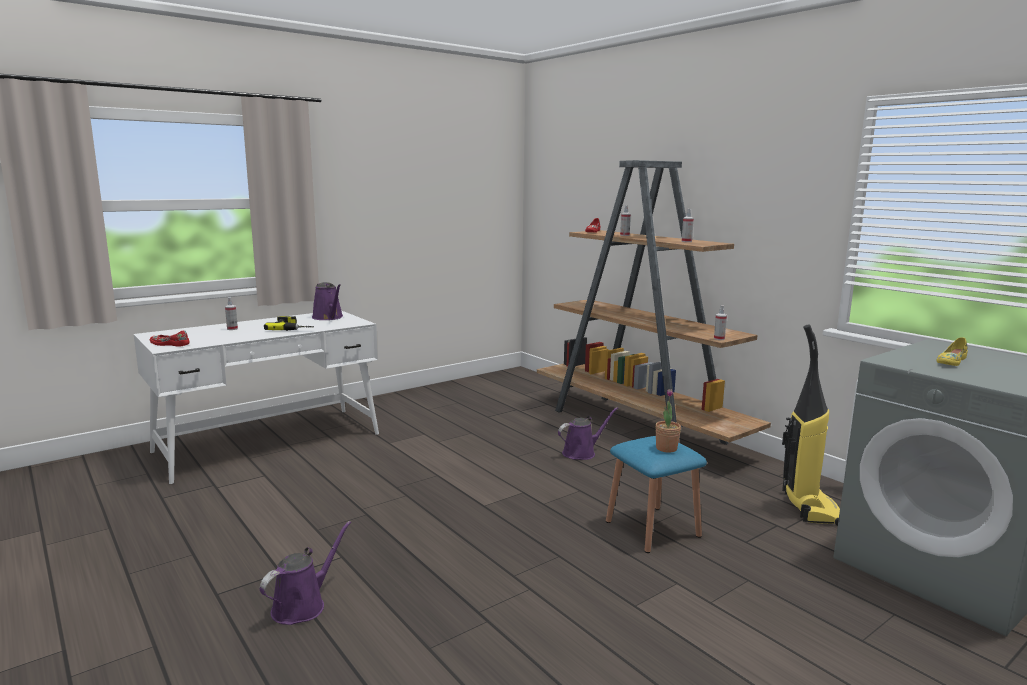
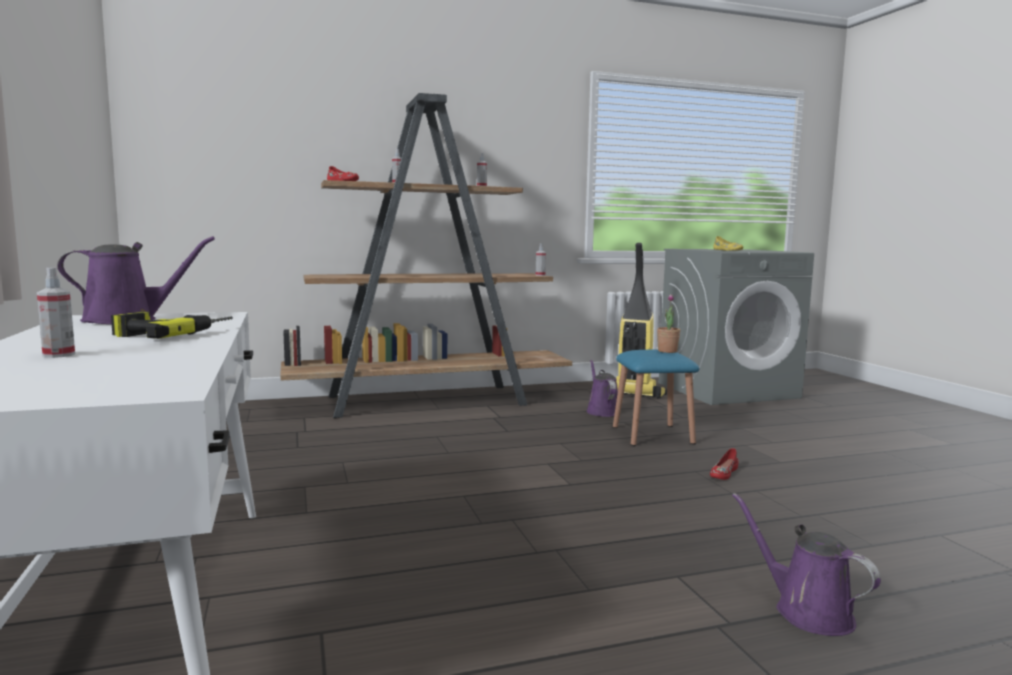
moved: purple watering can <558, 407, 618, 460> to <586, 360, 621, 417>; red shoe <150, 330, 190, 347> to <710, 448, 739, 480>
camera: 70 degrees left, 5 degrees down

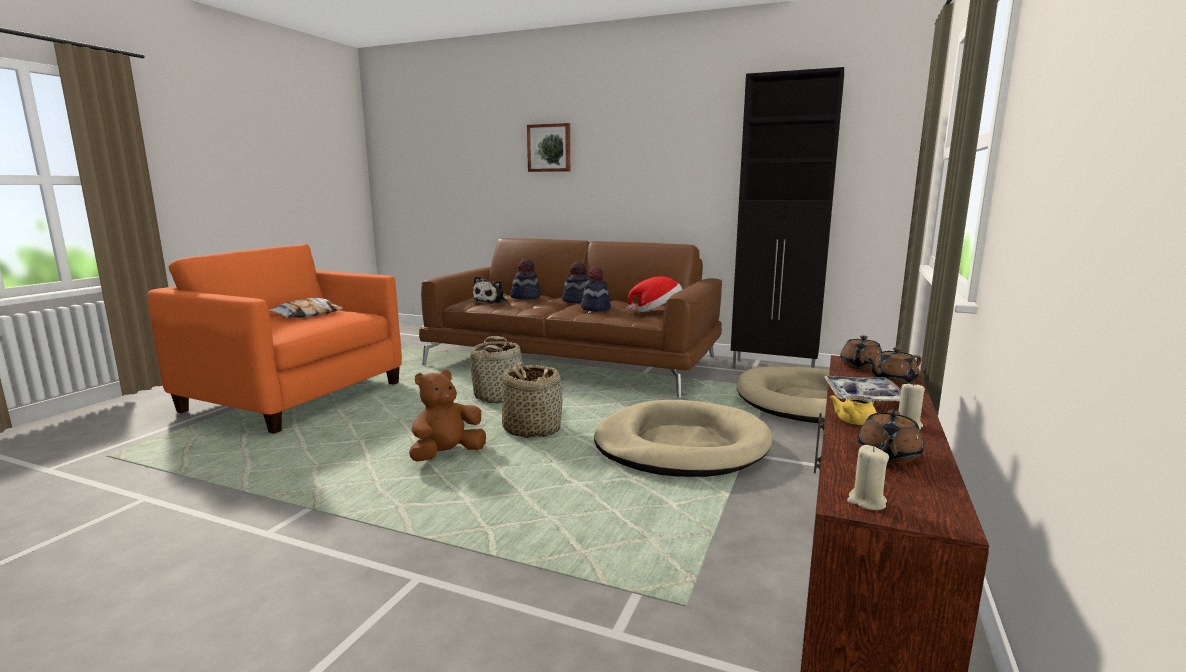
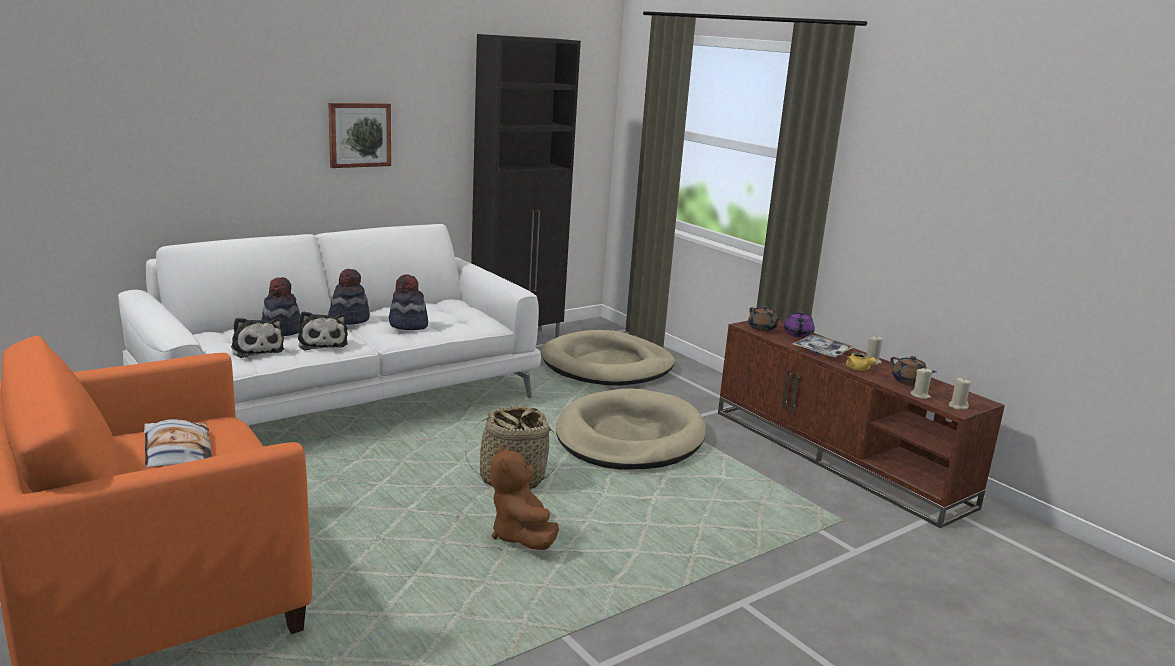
removed: basket <470, 336, 522, 403>; hat <628, 276, 683, 312>
added: plush toy <298, 311, 348, 350>; beige candle <910, 368, 933, 399>
moved: picture <527, 123, 570, 172> to <329, 103, 391, 168>
recoloured: brown sofa <419, 238, 722, 398> to white sofa <118, 224, 541, 426>; brown teapot <867, 348, 922, 385> to purple teapot <784, 311, 815, 337>
camera: 60 degrees left, 5 degrees up

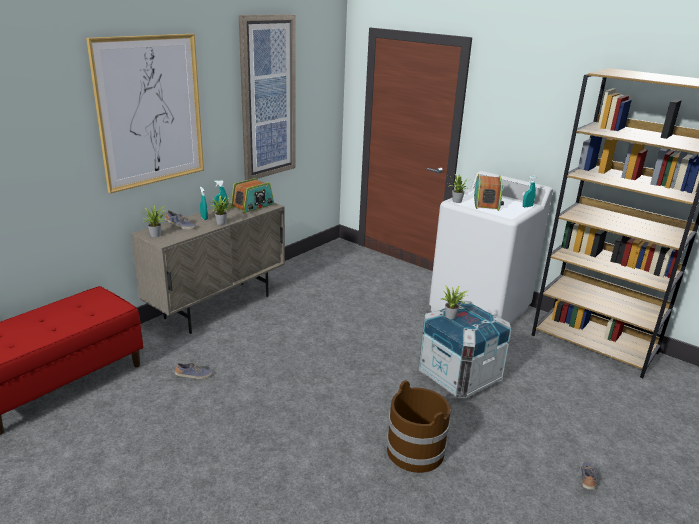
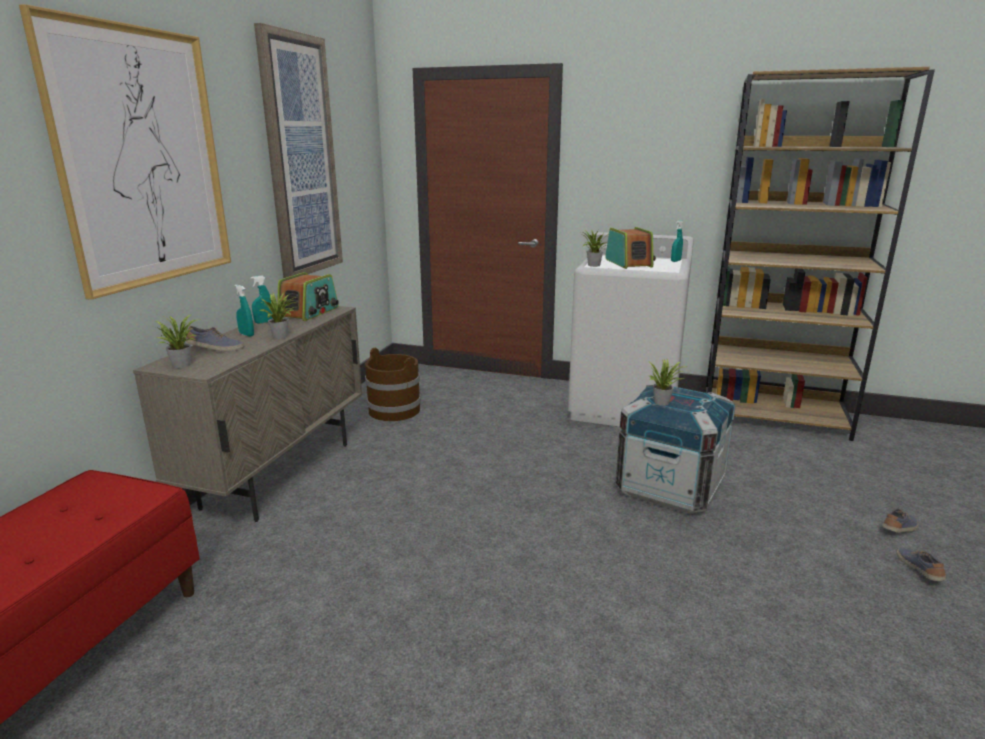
moved: brown bucket <387, 380, 450, 473> to <365, 348, 421, 421>; shoe <175, 363, 213, 379> to <883, 509, 919, 533>
camera: 20 degrees left, 5 degrees down

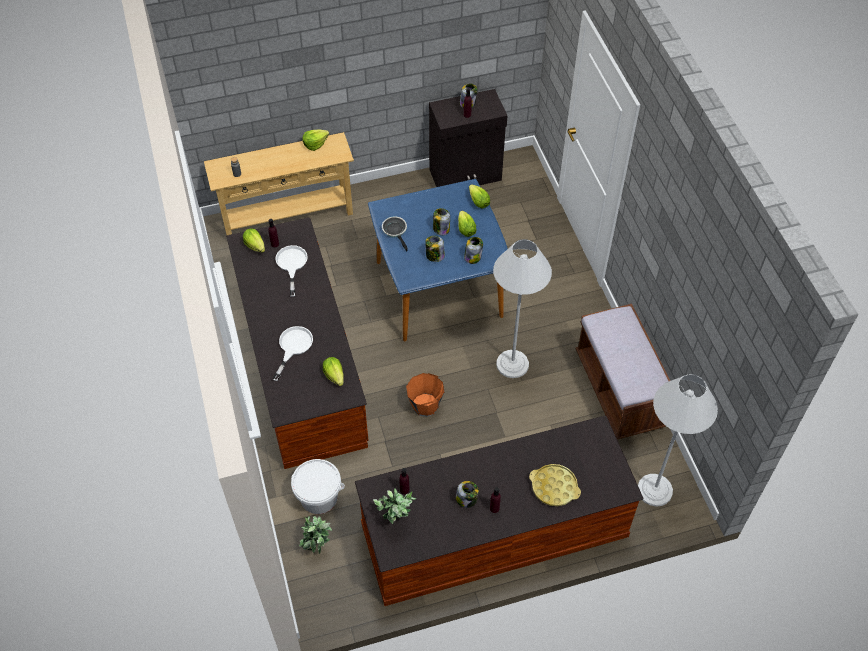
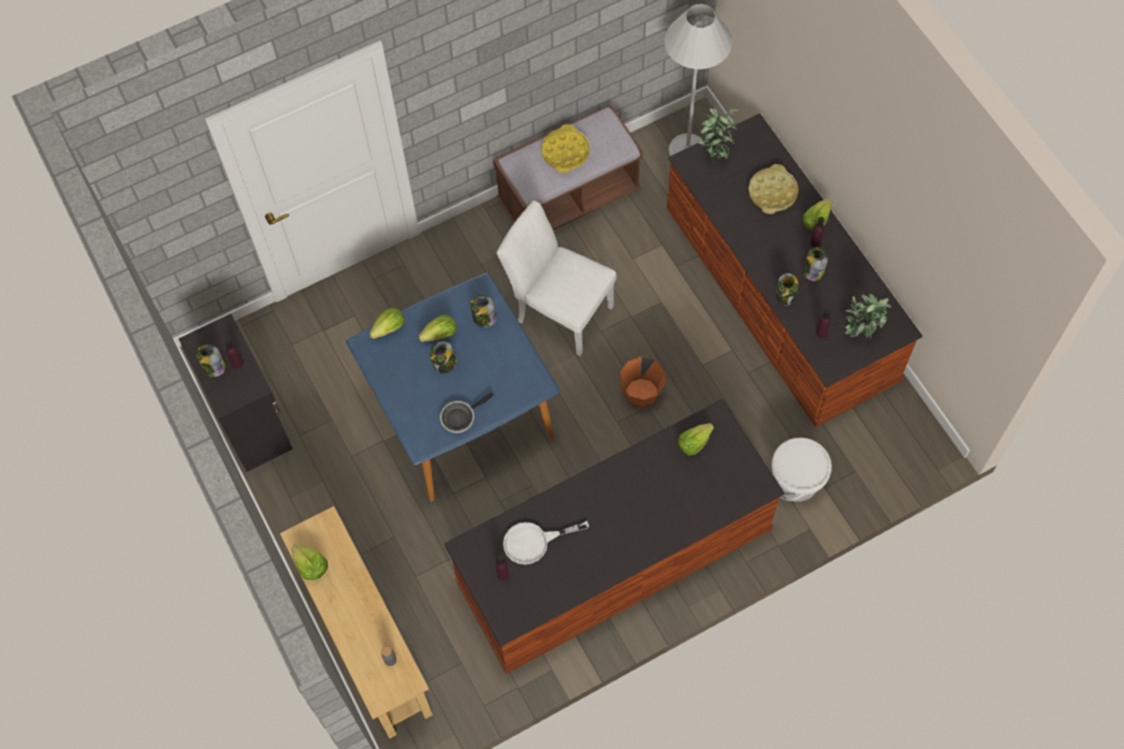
removed: white frying pan <272, 326, 313, 381>
added: yellow tray <541, 124, 590, 173>
moved: potted plant <299, 516, 332, 554> to <699, 108, 739, 164>; jar <425, 236, 445, 262> to <776, 273, 798, 306>; lettuce <243, 229, 265, 253> to <803, 199, 832, 231>
replaced: white floor lamp <493, 239, 552, 378> to white chair <497, 200, 616, 356>
camera: 100 degrees left, 10 degrees up

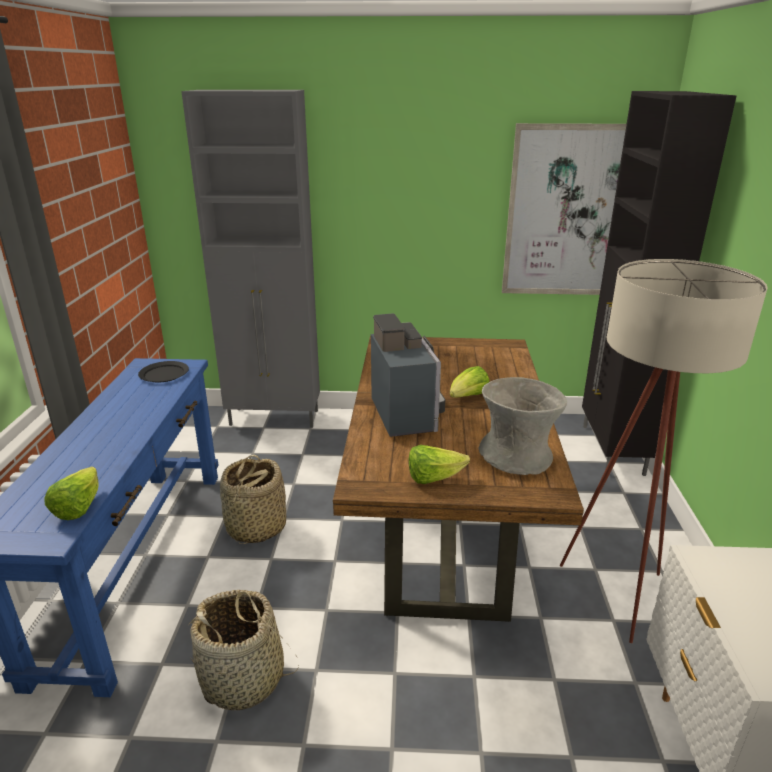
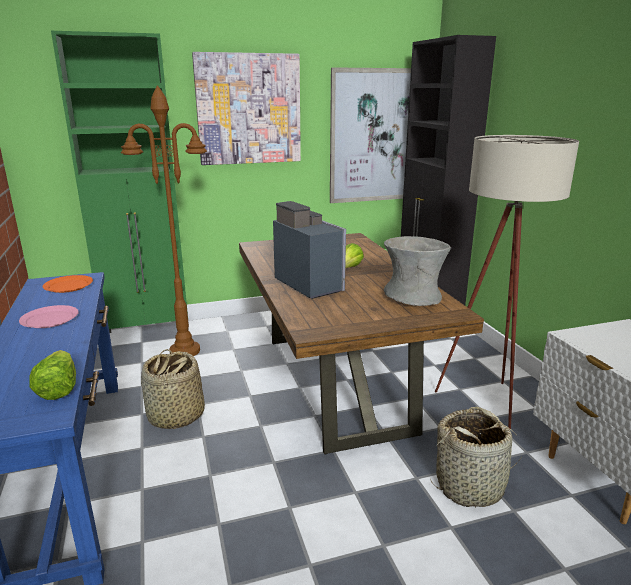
removed: lettuce <408, 445, 470, 484>
added: pink plate <19, 305, 79, 328>; brown floor lamp <121, 85, 207, 356>; picture <192, 52, 301, 165>
moved: basket <188, 590, 299, 710> to <430, 407, 522, 507>
recoloured: black plate <138, 361, 189, 382> to orange plate <43, 275, 93, 293>; grey cabinet <181, 90, 320, 428> to green cabinet <51, 31, 188, 333>
camera: 20 degrees left, 5 degrees down

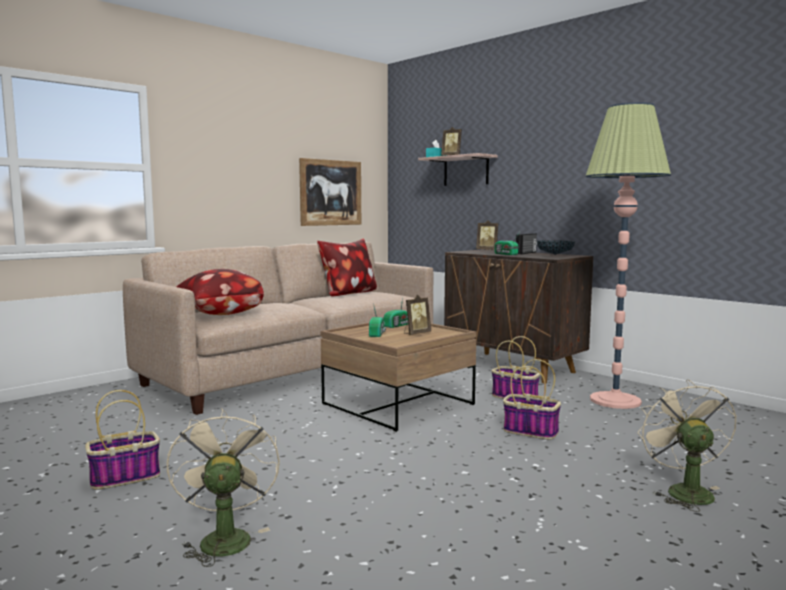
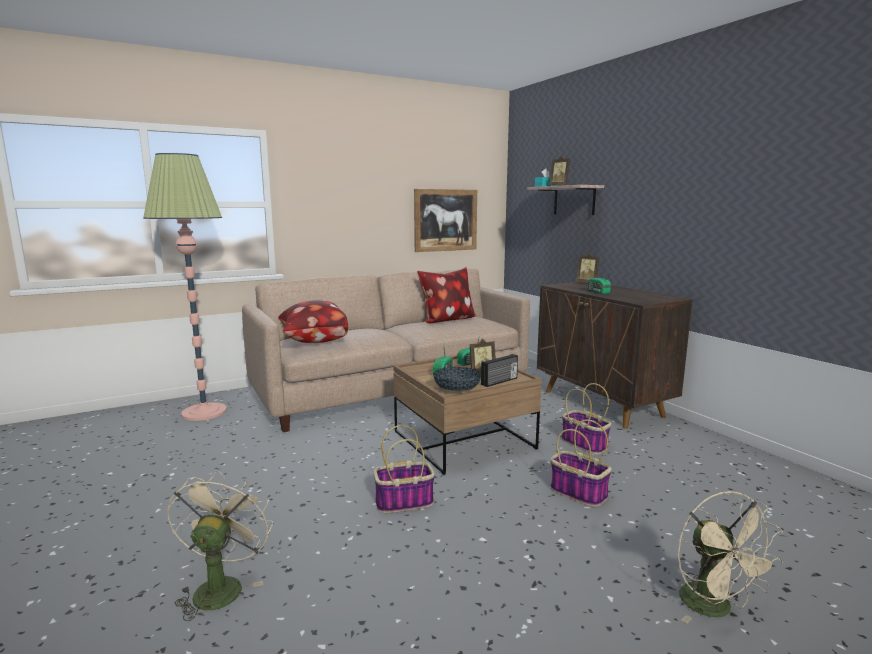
moved: floor lamp <585, 103, 671, 409> to <143, 153, 227, 421>; basket <85, 390, 160, 490> to <373, 425, 435, 513>; bowl <536, 240, 575, 255> to <433, 367, 481, 391>; radio <516, 233, 537, 254> to <481, 354, 518, 387>
turned: beige fan <638, 379, 736, 512> = <678, 491, 783, 623> 150 degrees clockwise
camera: 15 degrees right, 5 degrees up

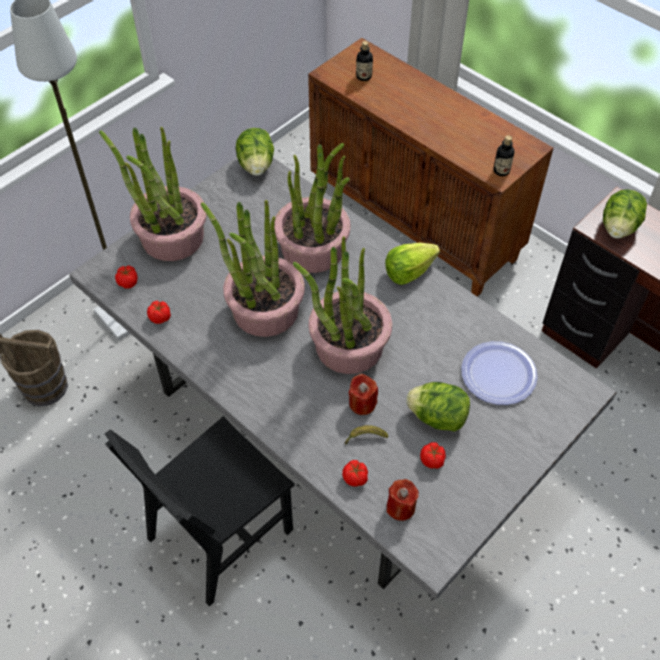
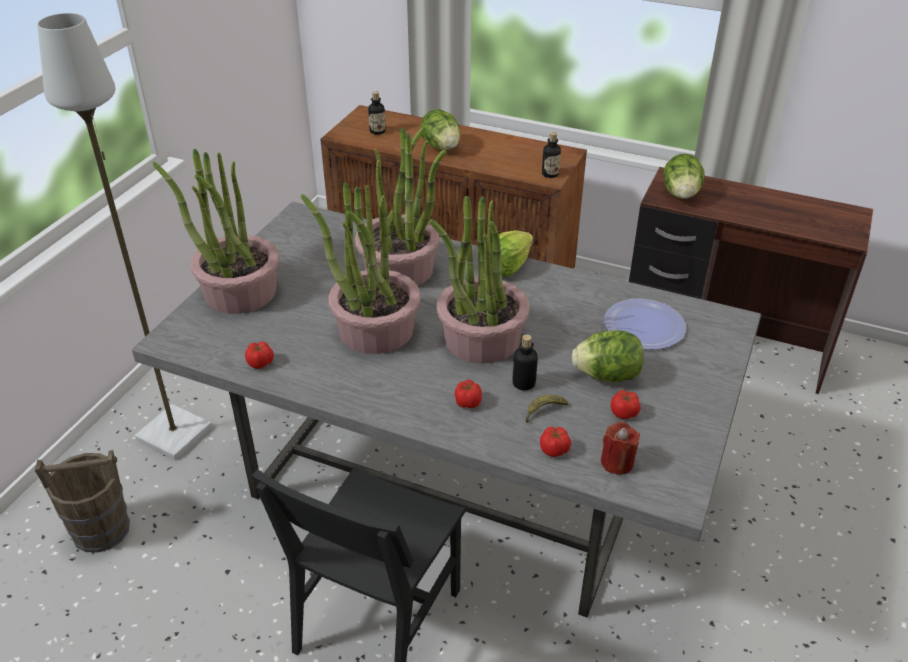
moved: lettuce <236, 128, 274, 176> to <420, 109, 460, 150>; tomato <115, 266, 138, 289> to <455, 380, 482, 408>
replaced: red candle <349, 374, 378, 415> to bottle <513, 334, 538, 391>
camera: 20 degrees left, 15 degrees down

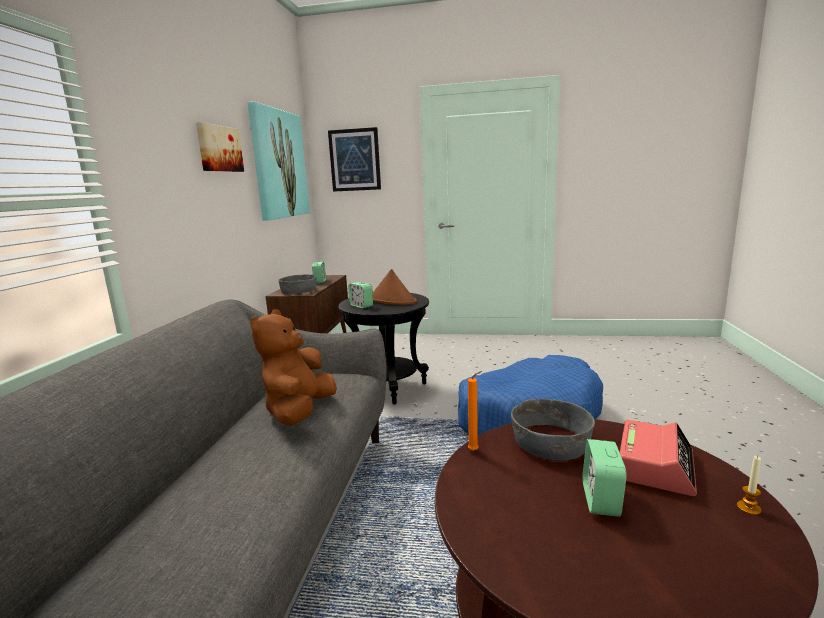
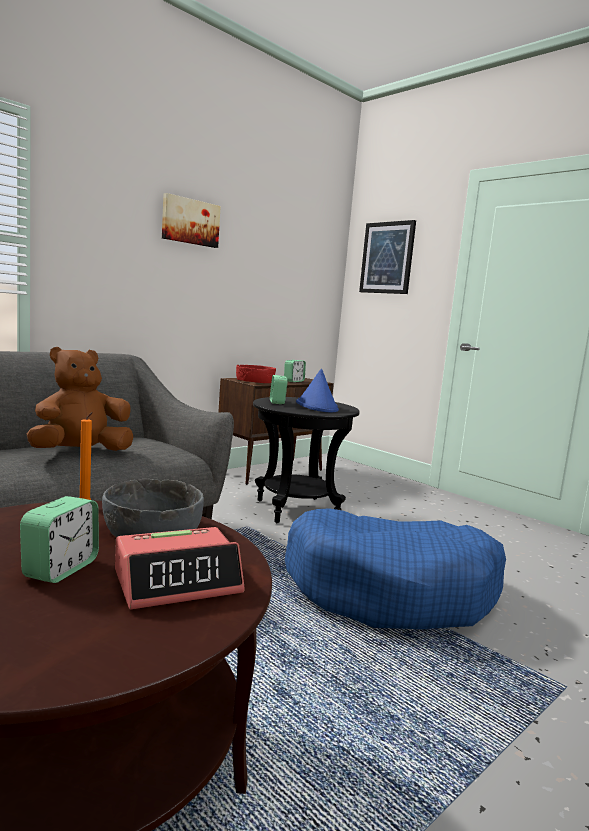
removed: picture <248, 101, 310, 221>; candle <737, 456, 761, 515>
recoloured: grey bowl <279, 274, 317, 294> to red bowl <236, 365, 276, 383>; brown hat <373, 269, 417, 305> to blue hat <296, 369, 339, 412>
turned: alarm clock <583, 439, 627, 517> = <20, 496, 99, 583> 150 degrees clockwise
camera: 35 degrees right, 5 degrees down

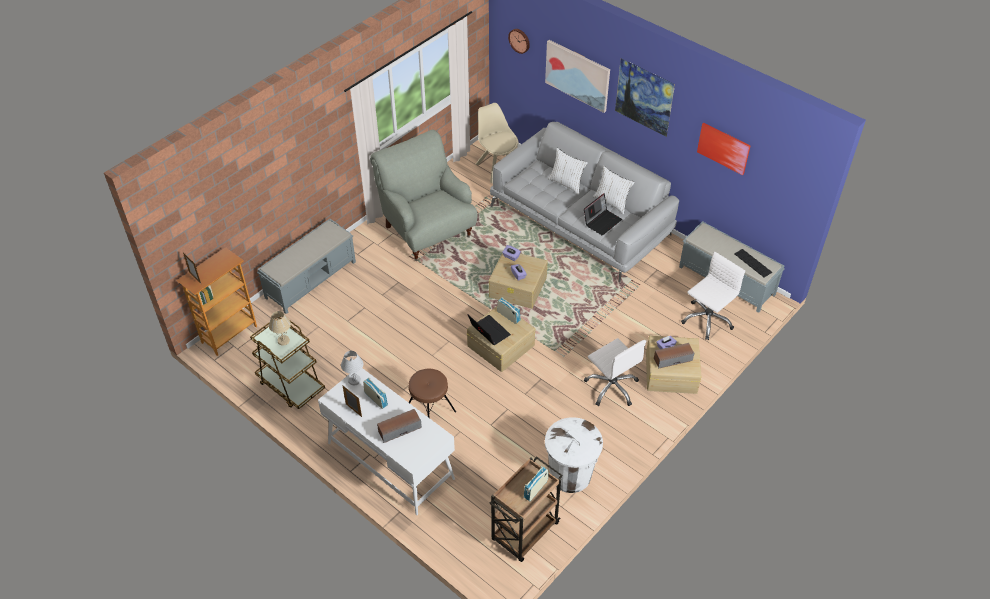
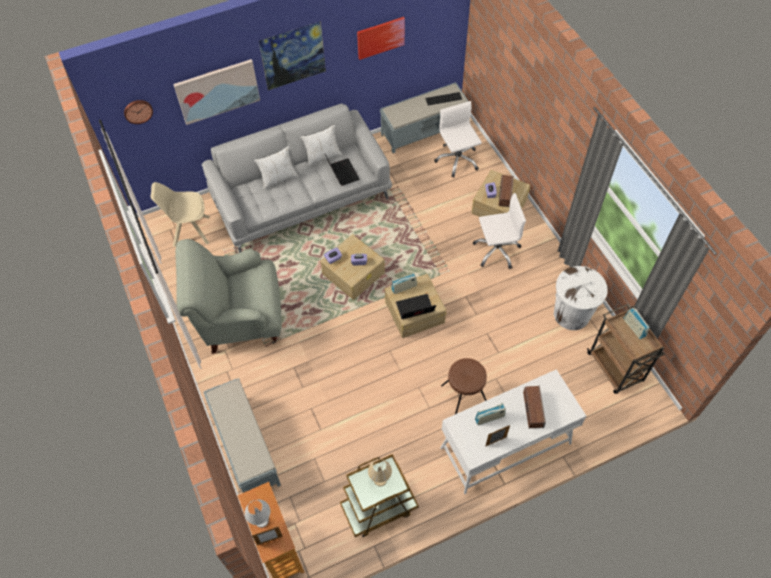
moved: white table lamp <341, 351, 363, 385> to <245, 500, 270, 528>
camera: 65 degrees left, 10 degrees up

